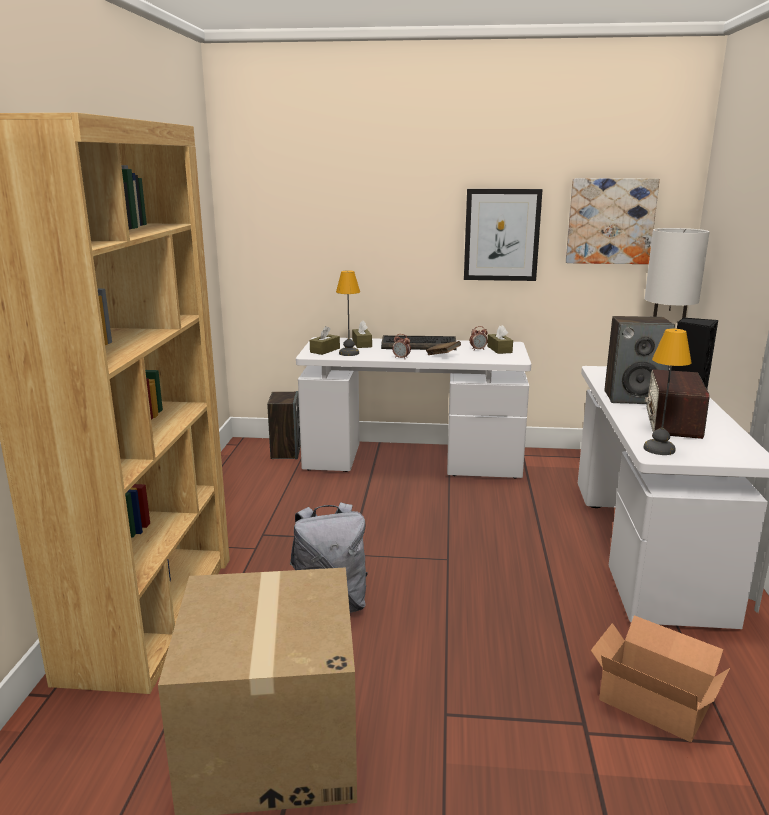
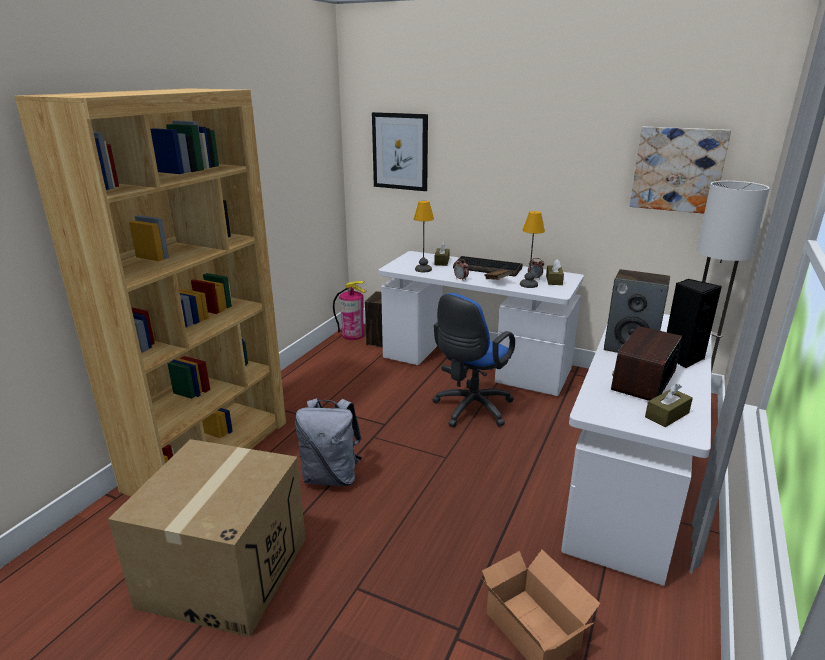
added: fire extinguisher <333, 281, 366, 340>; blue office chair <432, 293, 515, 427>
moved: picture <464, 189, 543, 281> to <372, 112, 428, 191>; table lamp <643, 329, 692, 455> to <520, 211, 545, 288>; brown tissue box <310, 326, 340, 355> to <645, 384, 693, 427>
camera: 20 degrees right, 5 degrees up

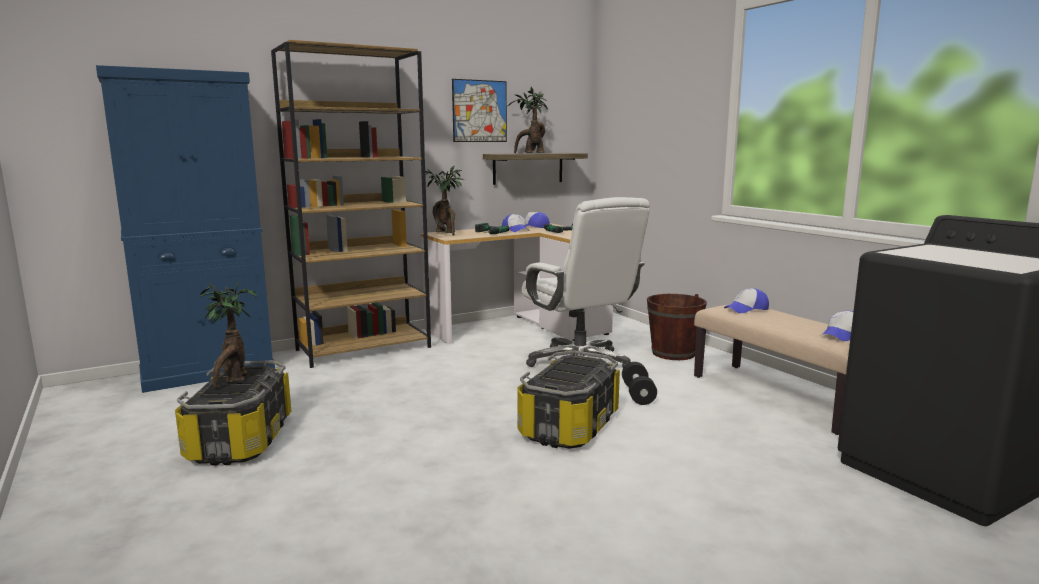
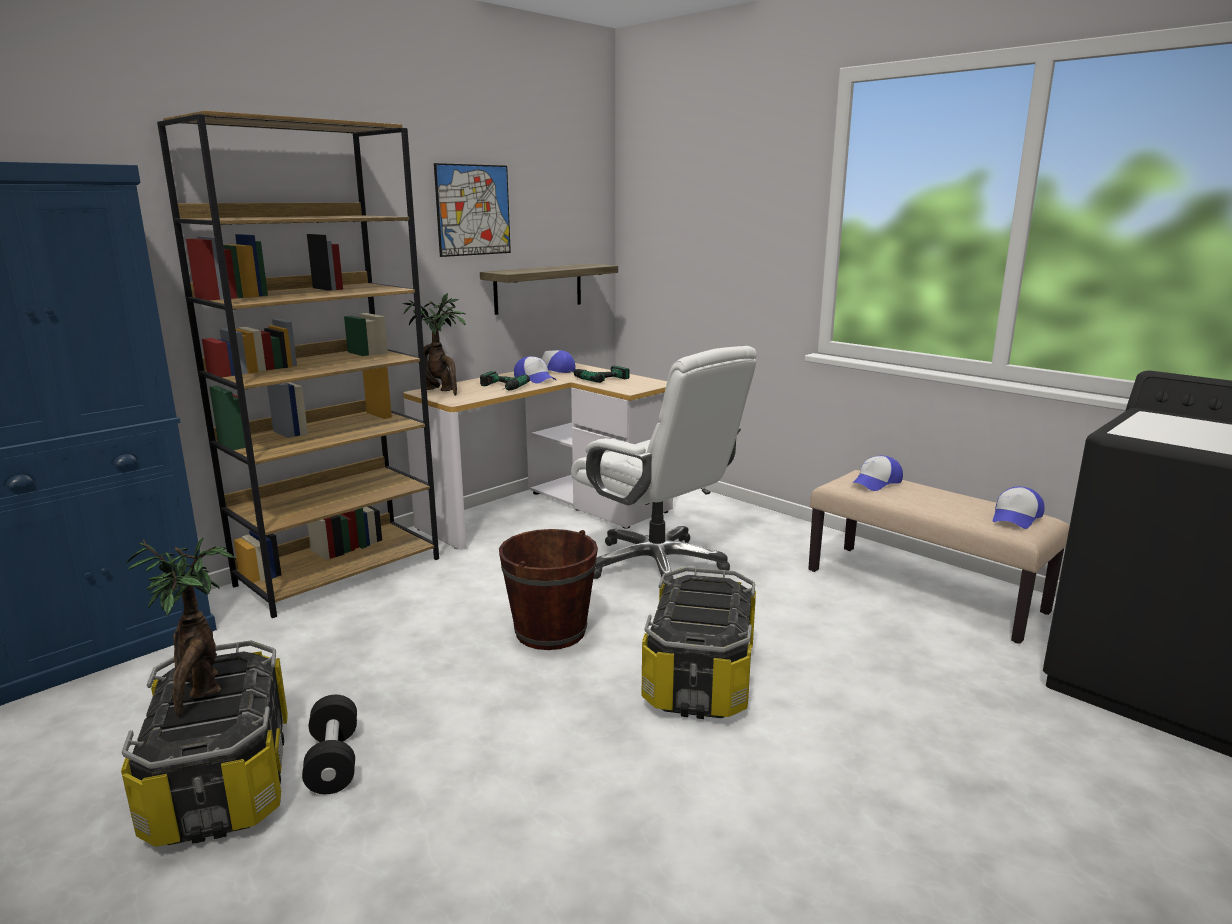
removed: potted plant <507, 87, 548, 153>
moved: black dumbbell <622, 362, 657, 405> to <302, 695, 357, 794>; brown bucket <647, 294, 707, 360> to <499, 529, 598, 650>
camera: 15 degrees left, 5 degrees up

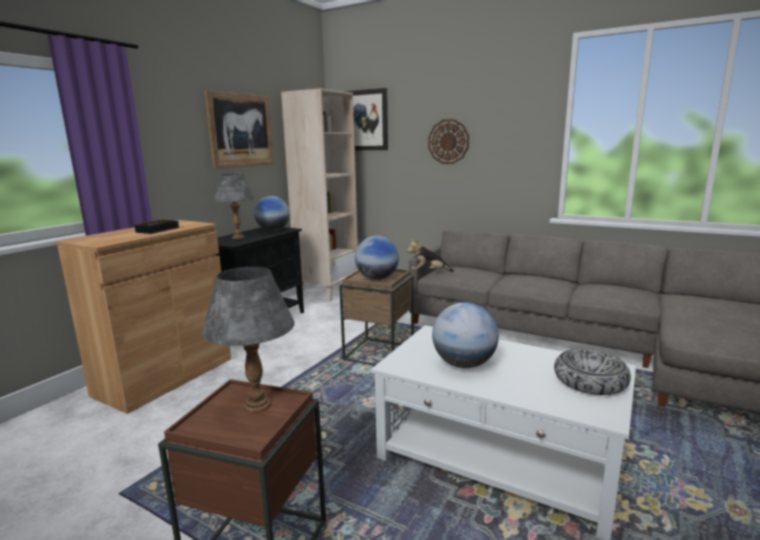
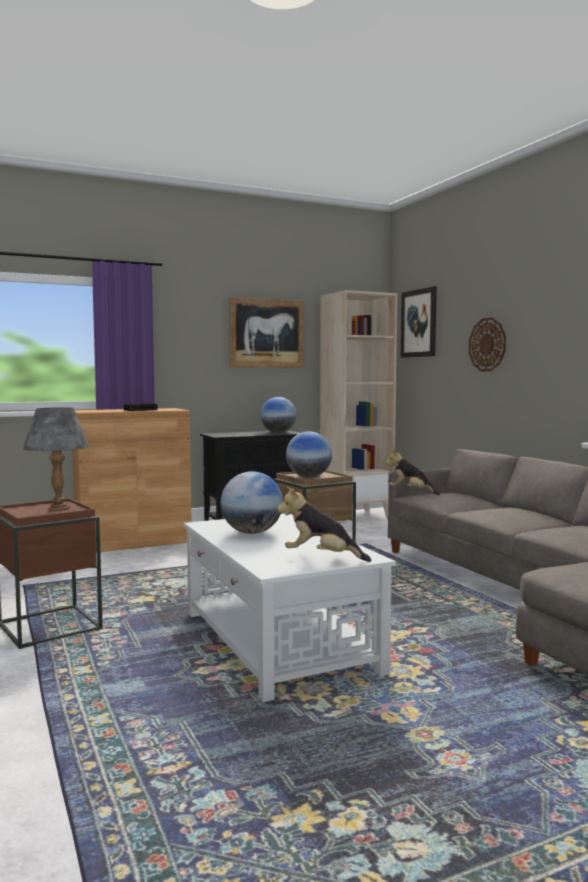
removed: grey table lamp <214, 174, 255, 239>
replaced: bowl <554, 349, 631, 395> to plush toy <277, 487, 371, 562>
camera: 35 degrees right, 10 degrees down

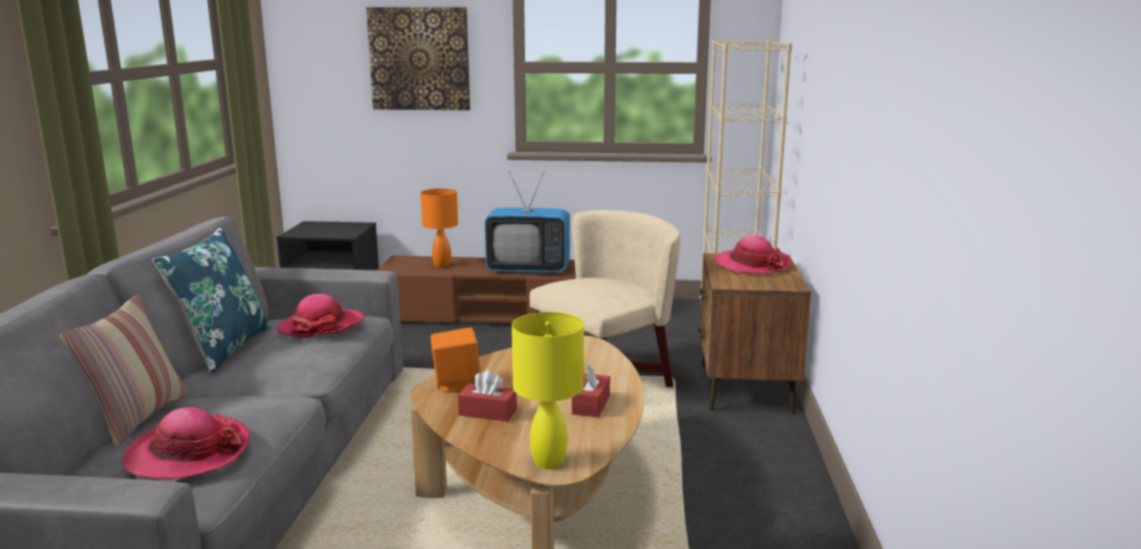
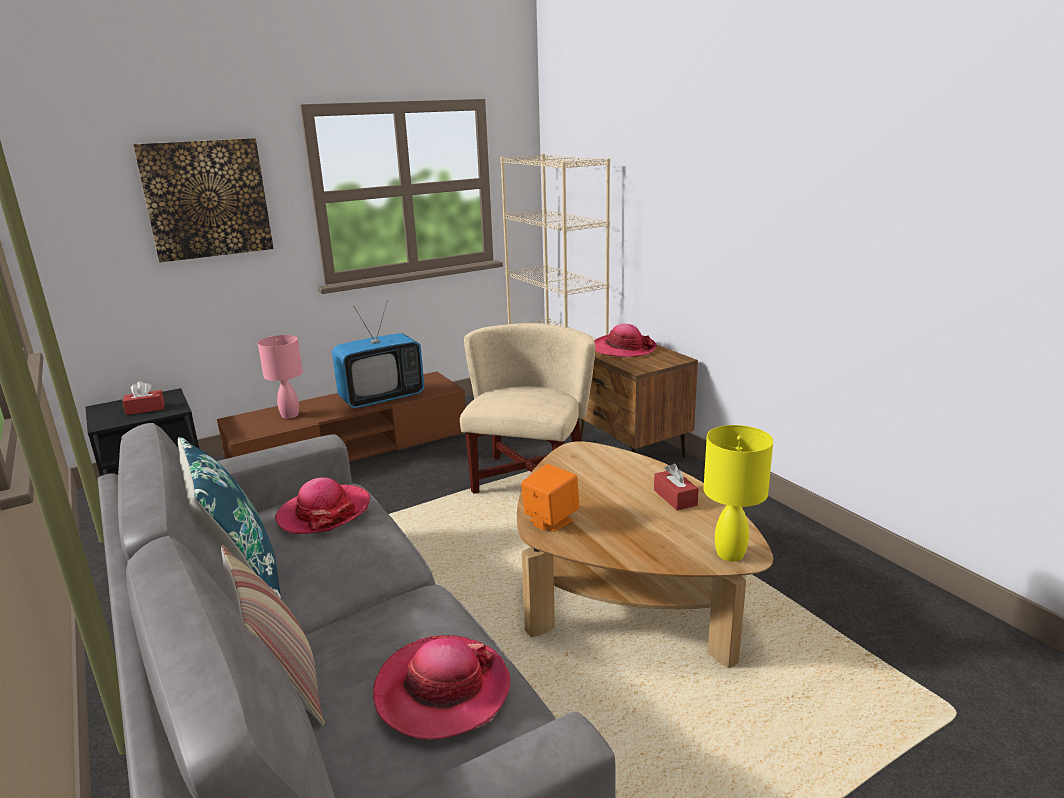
moved: red tissue box <458, 370, 517, 421> to <122, 381, 165, 415>
recoloured: orange table lamp <421, 189, 458, 268> to pink table lamp <258, 335, 303, 419>
camera: 35 degrees left, 5 degrees up

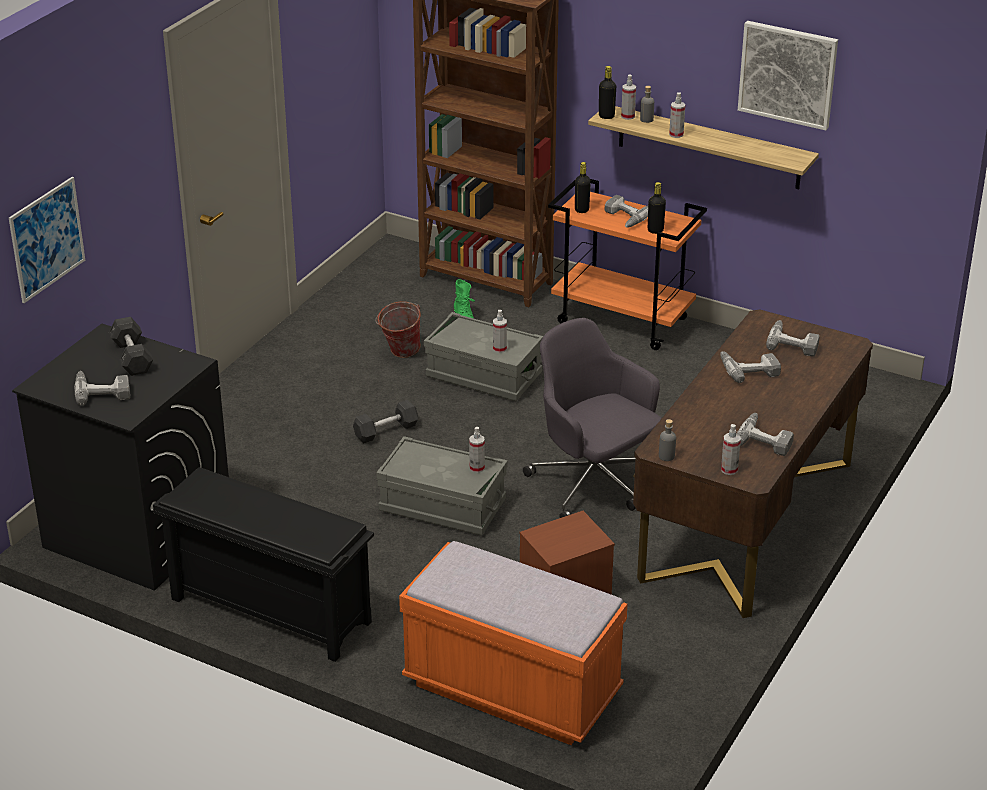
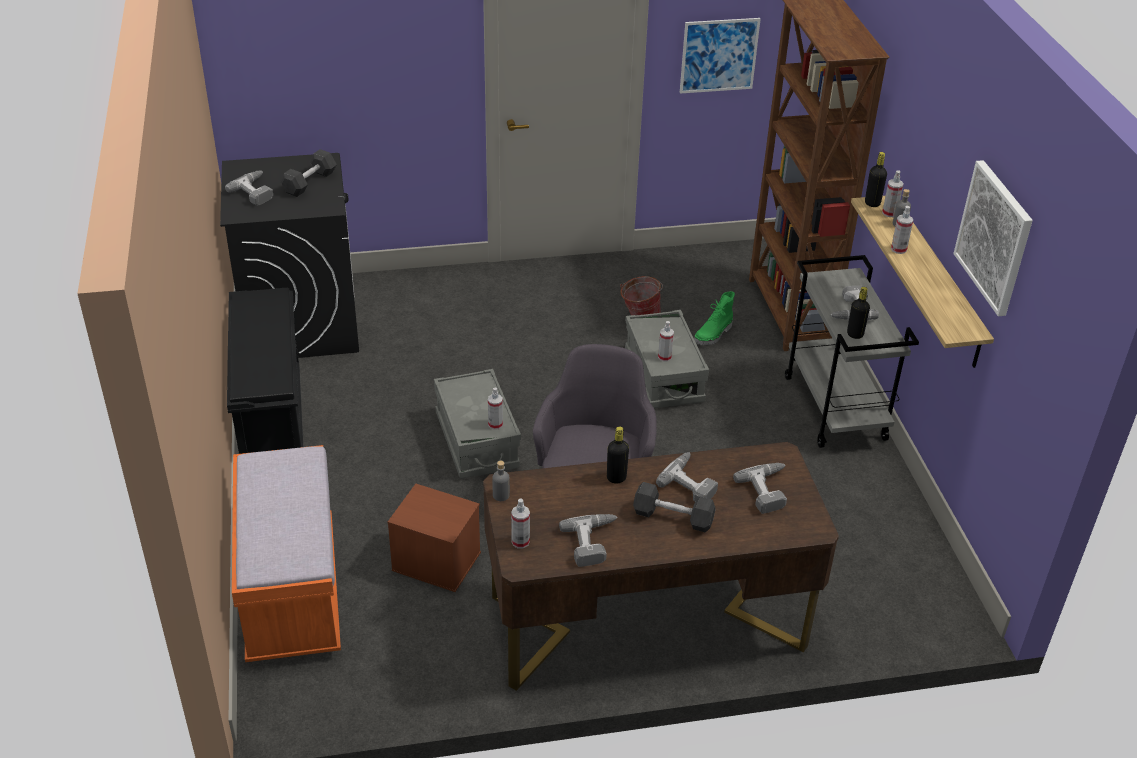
moved: black bottle <575, 162, 591, 213> to <607, 427, 629, 483>; grey dumbbell <353, 400, 418, 443> to <633, 482, 716, 533>; picture <9, 177, 85, 303> to <680, 18, 761, 94>
recoloured: orange cart <548, 179, 707, 350> to grey cart <785, 255, 919, 448>
camera: 50 degrees right, 5 degrees up

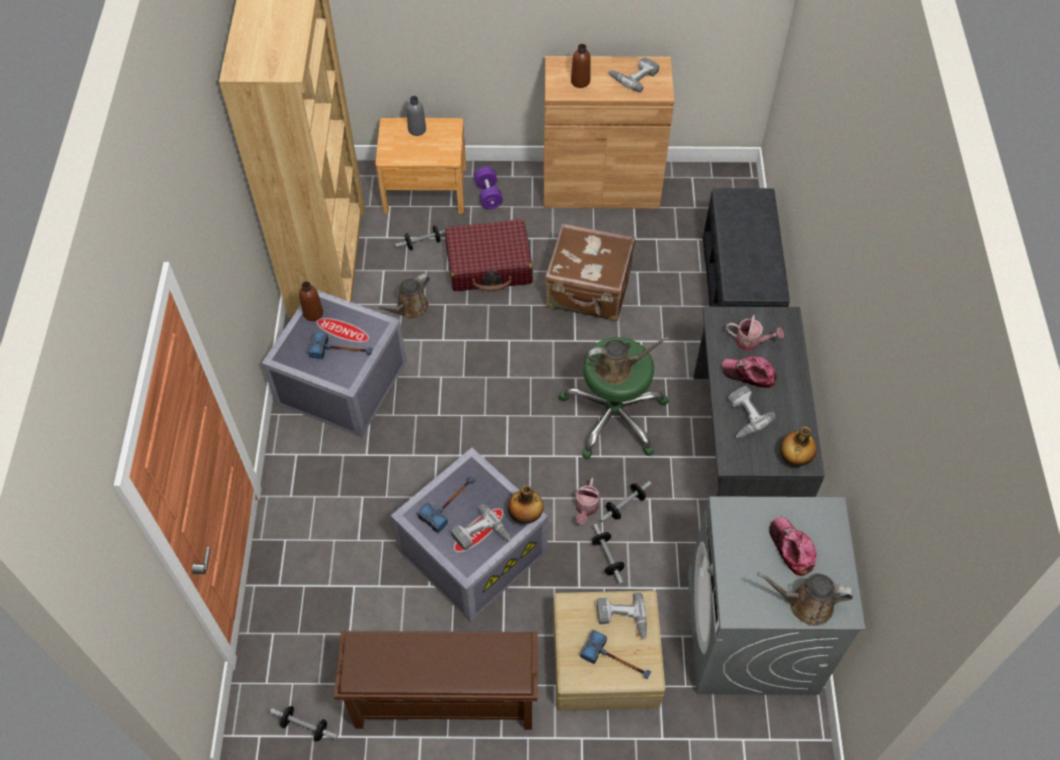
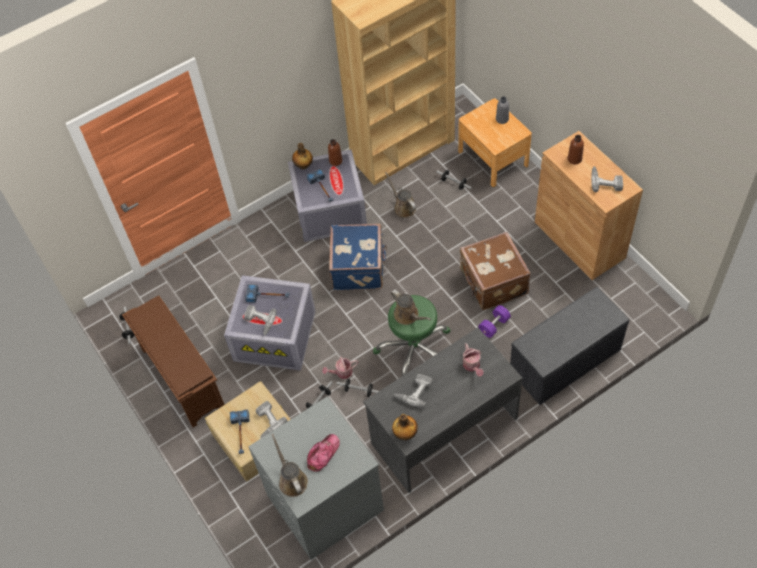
removed: red suitcase <445, 219, 533, 292>; cap <722, 356, 777, 388>
added: blue suitcase <329, 224, 387, 290>
moved: bottle <508, 485, 544, 524> to <292, 143, 313, 169>; purple dumbbell <474, 167, 503, 209> to <478, 305, 511, 338>
turned: brown watering can <374, 274, 430, 319> = <385, 172, 416, 218> 45 degrees clockwise
camera: 60 degrees right, 0 degrees up

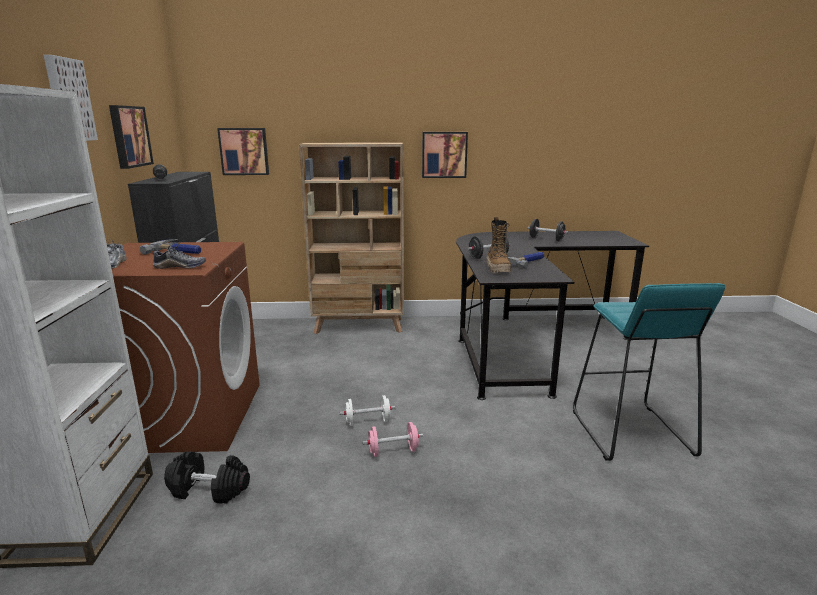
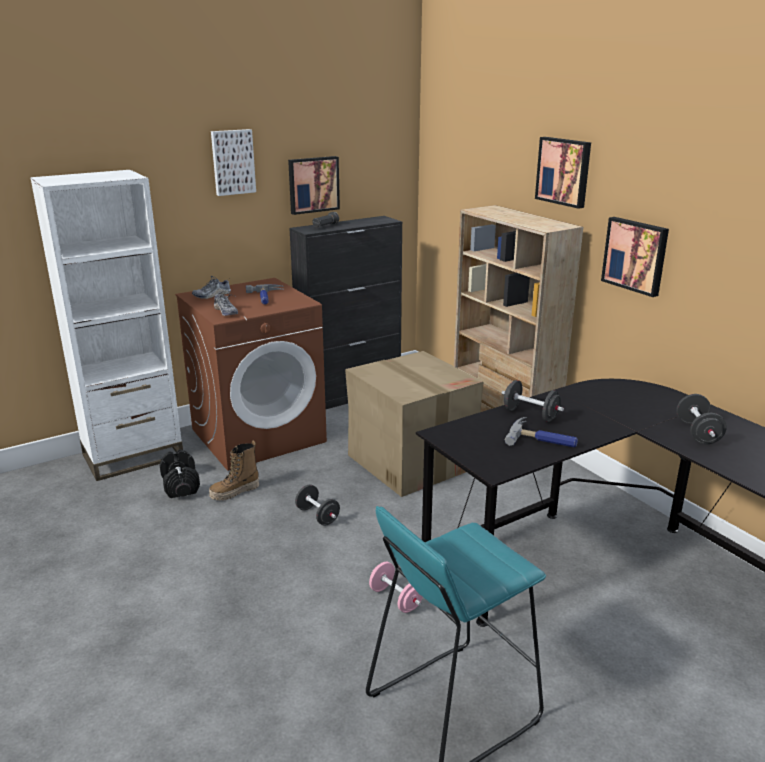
added: cardboard box <345, 351, 484, 497>
moved: boot <487, 217, 511, 273> to <209, 441, 259, 501>; pink dumbbell <363, 422, 423, 457> to <369, 562, 423, 613>; picture <217, 128, 269, 175> to <535, 137, 591, 209>
recoloured: white dumbbell <340, 395, 396, 426> to black dumbbell <295, 484, 340, 526>
camera: 60 degrees right, 5 degrees up

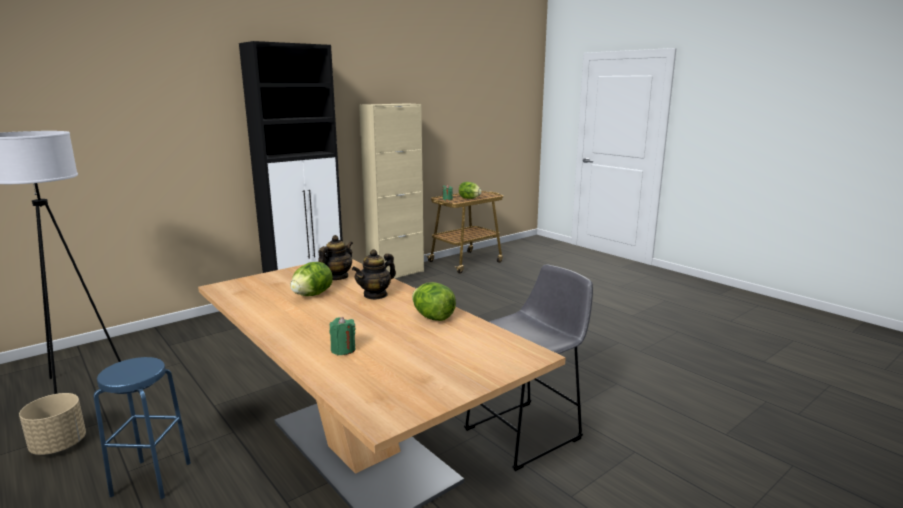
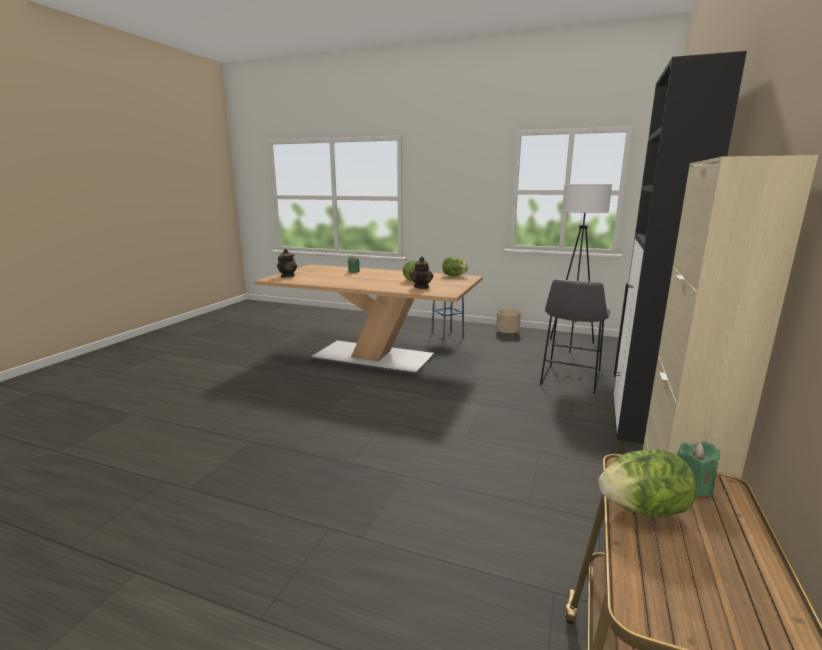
moved: teapot <352, 249, 396, 300> to <277, 249, 297, 277>; lettuce <412, 282, 456, 321> to <442, 257, 468, 276>; grey stool <464, 265, 593, 471> to <540, 279, 610, 394>
camera: 150 degrees right, 0 degrees up

